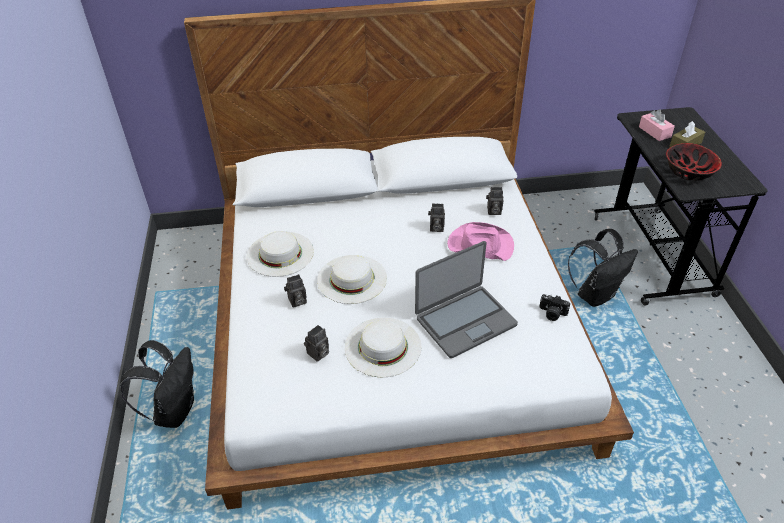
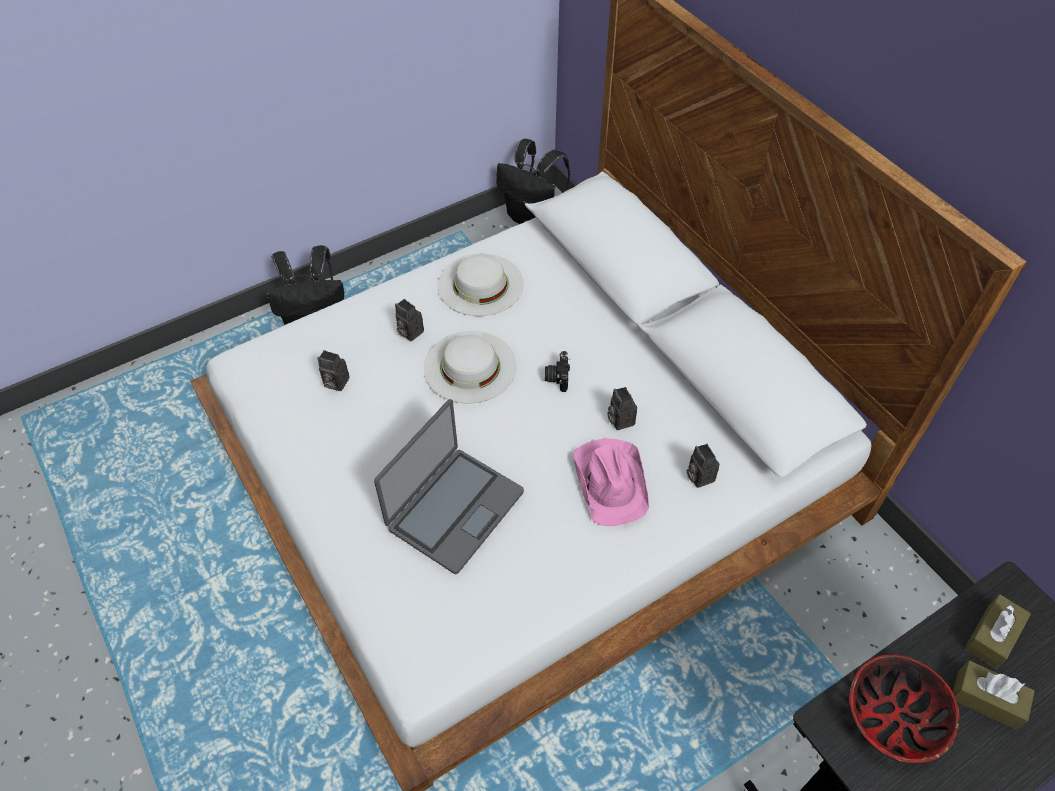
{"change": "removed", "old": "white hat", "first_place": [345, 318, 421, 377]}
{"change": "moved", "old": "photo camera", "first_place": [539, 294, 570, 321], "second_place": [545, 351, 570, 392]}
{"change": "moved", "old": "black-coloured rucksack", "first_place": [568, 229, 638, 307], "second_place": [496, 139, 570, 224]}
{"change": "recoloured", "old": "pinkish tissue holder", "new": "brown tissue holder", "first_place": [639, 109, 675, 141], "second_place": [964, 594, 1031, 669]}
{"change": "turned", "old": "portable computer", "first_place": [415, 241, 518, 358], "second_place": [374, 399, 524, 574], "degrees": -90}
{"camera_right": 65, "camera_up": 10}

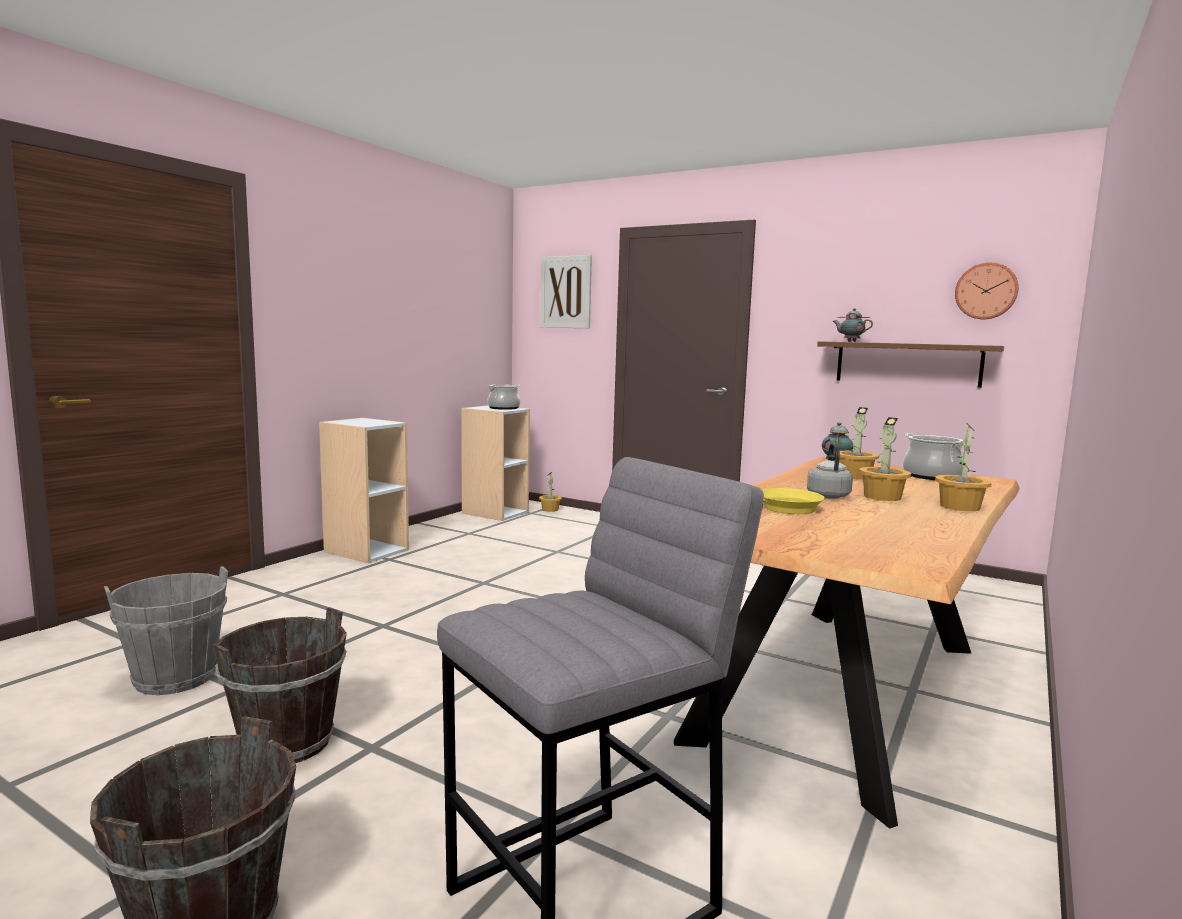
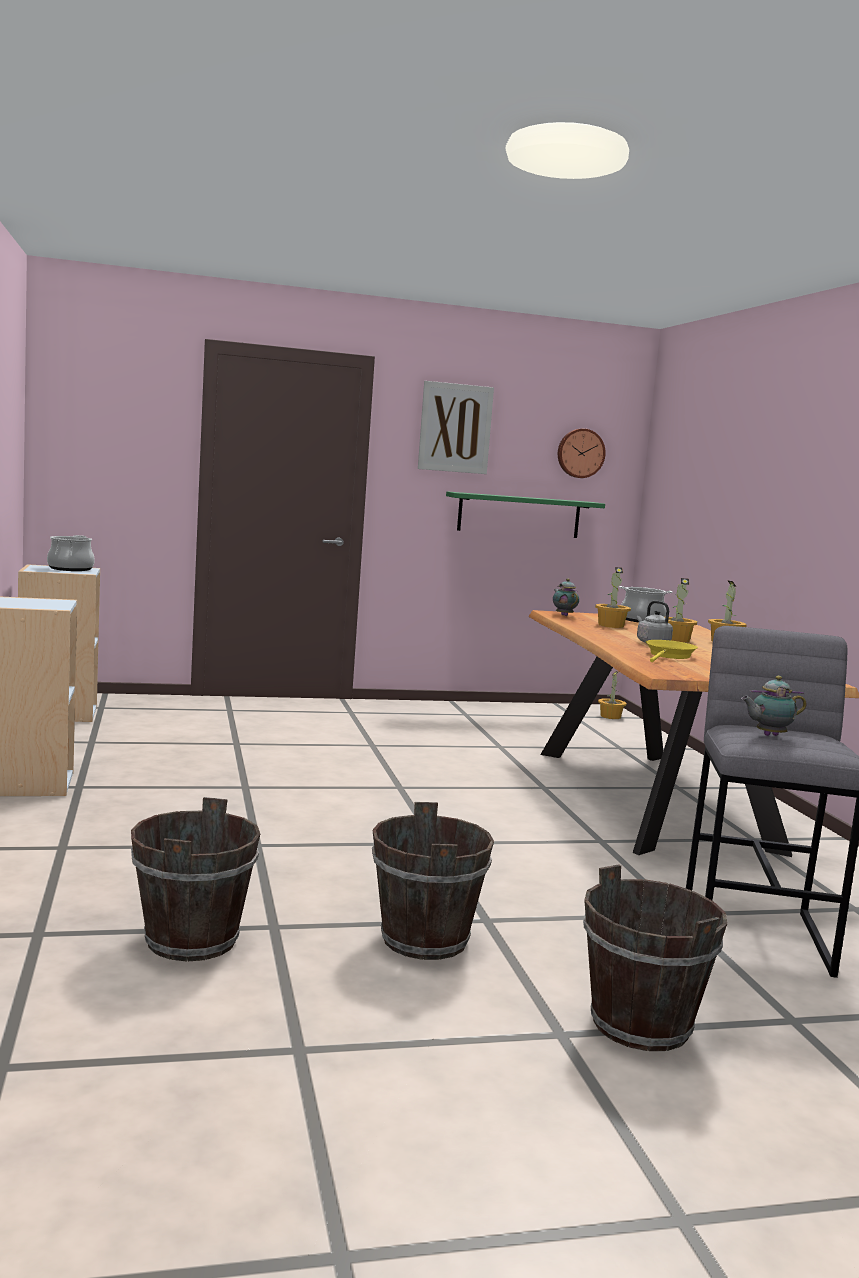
{"change": "moved", "old": "plant in a pot", "first_place": [539, 472, 562, 512], "second_place": [598, 671, 626, 719]}
{"change": "moved", "old": "wall picture", "first_place": [540, 255, 592, 328], "second_place": [418, 381, 494, 474]}
{"change": "moved", "old": "tea pot", "first_place": [833, 308, 873, 342], "second_place": [741, 676, 807, 736]}
{"change": "recoloured", "old": "grey pail", "new": "brown pail", "first_place": [104, 566, 228, 695], "second_place": [131, 797, 260, 961]}
{"change": "recoloured", "old": "brown wall shelf", "new": "green-coloured wall shelf", "first_place": [817, 341, 1004, 388], "second_place": [446, 491, 605, 538]}
{"camera_right": -45, "camera_up": 0}

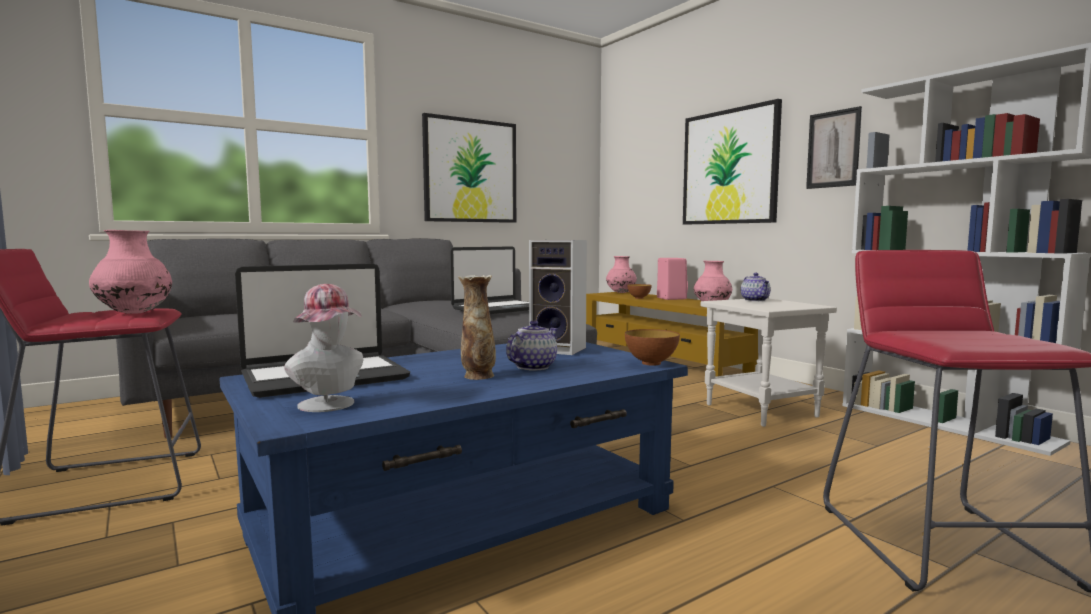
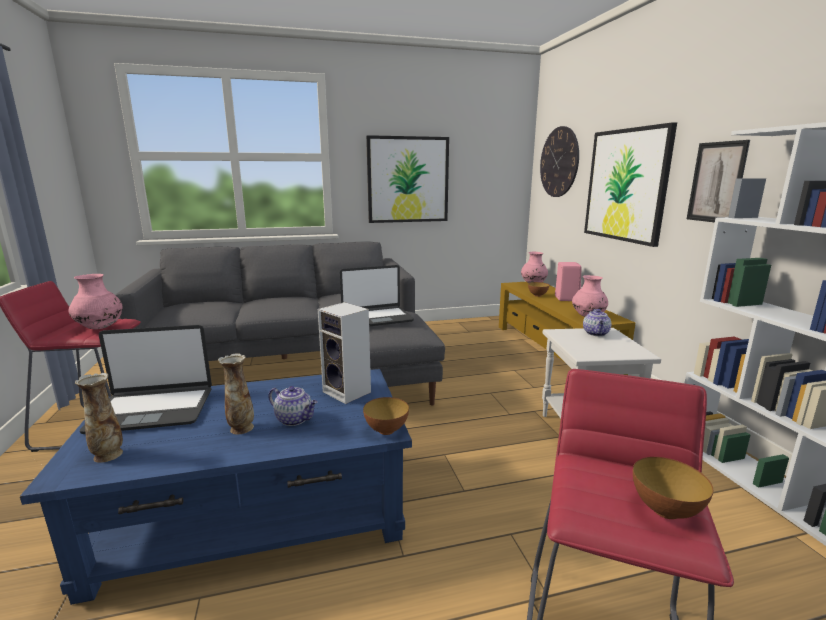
{"change": "added", "new": "hanging clock", "second_place": [540, 126, 579, 197]}
{"change": "added", "new": "serving bowl", "second_place": [633, 457, 713, 519]}
{"change": "replaced", "old": "hat", "new": "vase", "first_place": [284, 284, 363, 412], "second_place": [75, 373, 123, 463]}
{"change": "turned", "old": "tea pot", "first_place": [506, 321, 558, 371], "second_place": [268, 386, 318, 426], "degrees": 60}
{"camera_right": 20, "camera_up": 10}

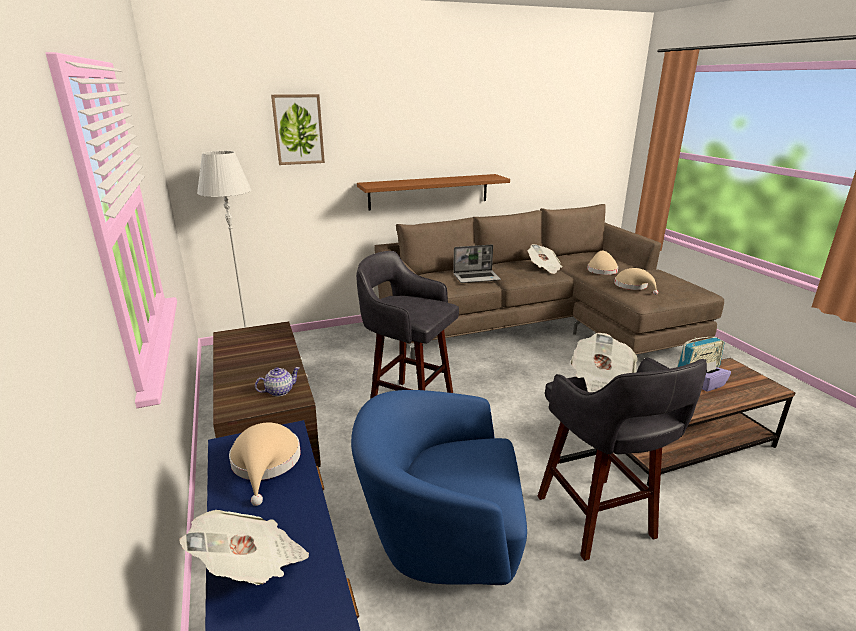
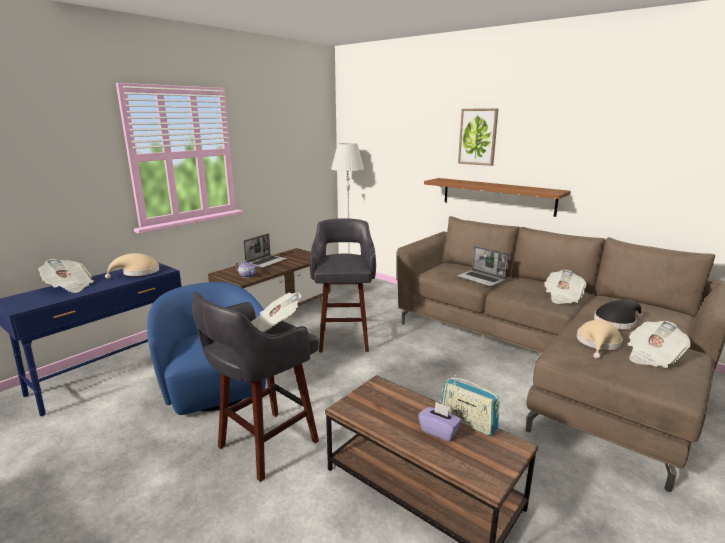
{"change": "added", "new": "portable computer", "second_place": [243, 233, 287, 268]}
{"change": "added", "new": "printed paper", "second_place": [628, 321, 691, 368]}
{"change": "moved", "old": "wall picture", "first_place": [271, 94, 325, 165], "second_place": [458, 108, 499, 166]}
{"change": "recoloured", "old": "beige hat", "new": "black-coloured hat", "first_place": [587, 251, 618, 275], "second_place": [594, 299, 643, 329]}
{"camera_right": 60, "camera_up": -5}

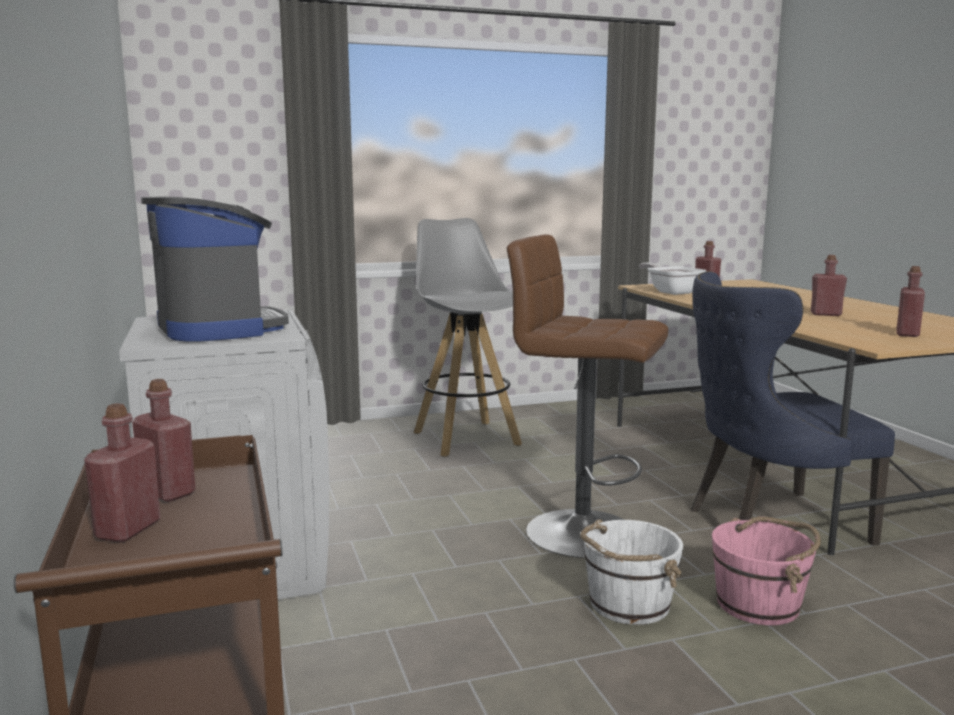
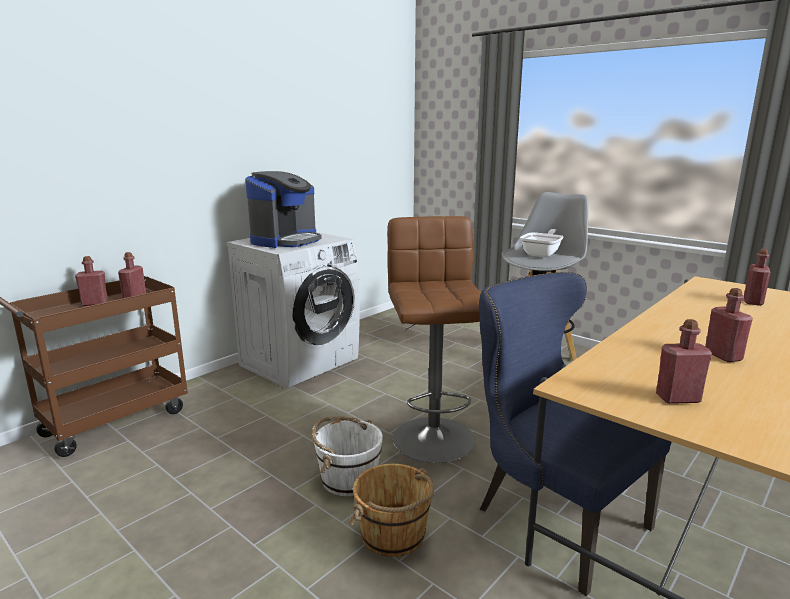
{"change": "moved", "old": "skillet", "first_place": [639, 263, 707, 295], "second_place": [520, 229, 564, 257]}
{"change": "recoloured", "old": "pinkish pail", "new": "brown pail", "first_place": [712, 517, 821, 625], "second_place": [349, 464, 434, 557]}
{"camera_right": 60, "camera_up": 5}

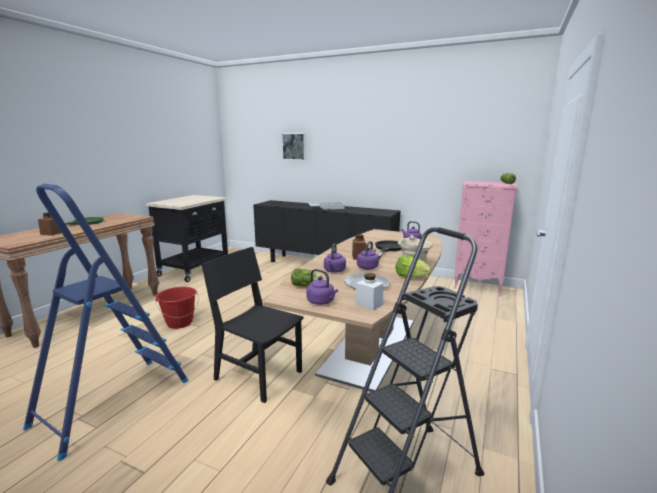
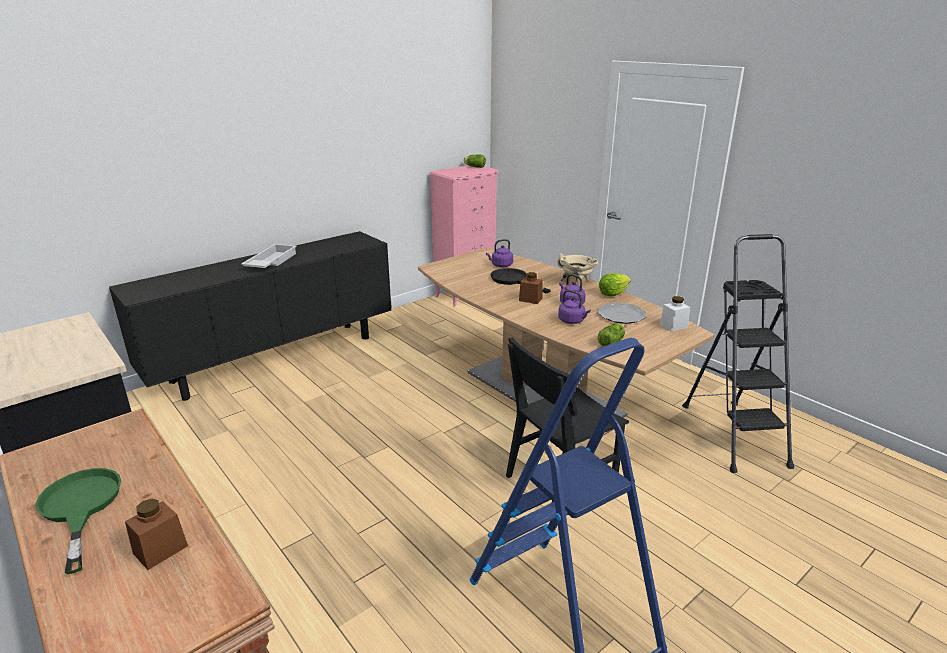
{"change": "removed", "old": "red-coloured pail", "first_place": [155, 287, 198, 329]}
{"change": "removed", "old": "wall picture", "first_place": [282, 133, 306, 160]}
{"change": "removed", "old": "purple-coloured water kettle", "first_place": [306, 269, 338, 305]}
{"camera_right": -65, "camera_up": 10}

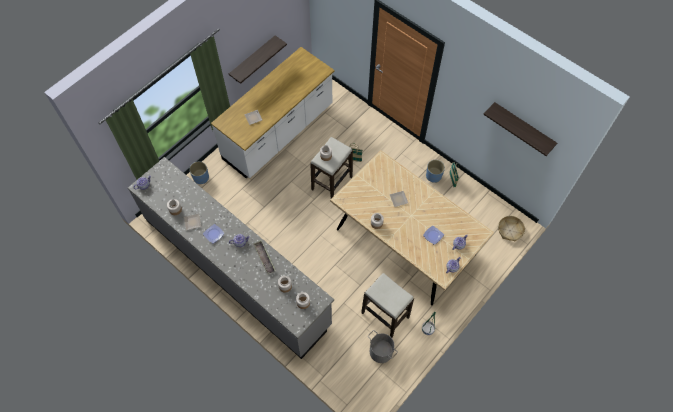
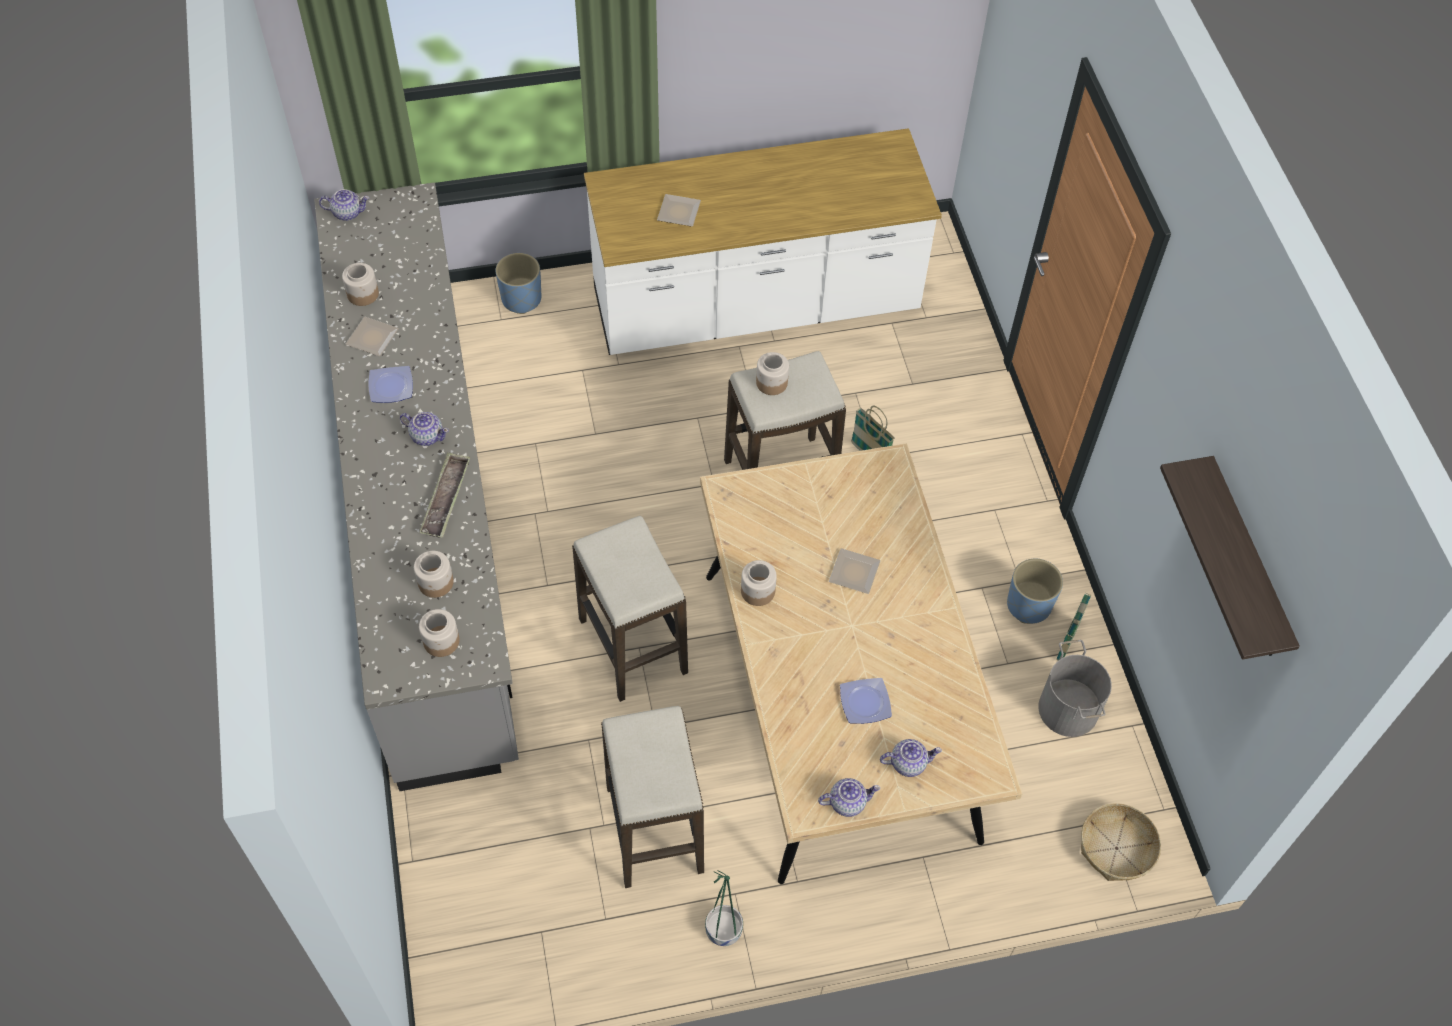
{"change": "removed", "old": "wall shelf", "first_place": [229, 36, 287, 84]}
{"change": "added", "new": "stool", "second_place": [572, 516, 688, 702]}
{"change": "moved", "old": "grey pail", "first_place": [368, 330, 398, 363], "second_place": [1038, 640, 1112, 737]}
{"camera_right": 35, "camera_up": -5}

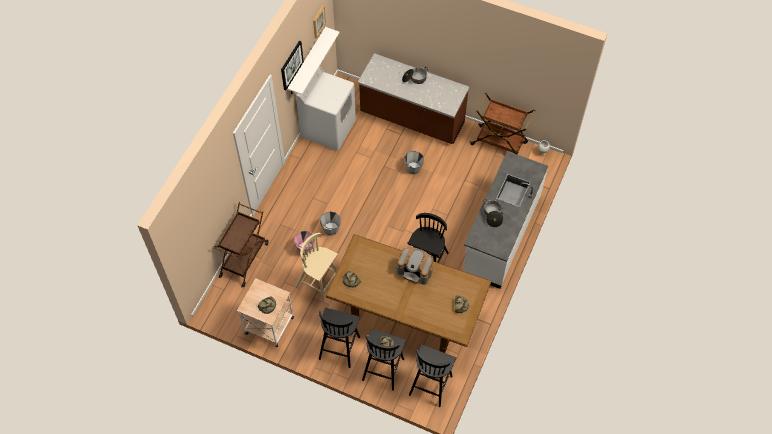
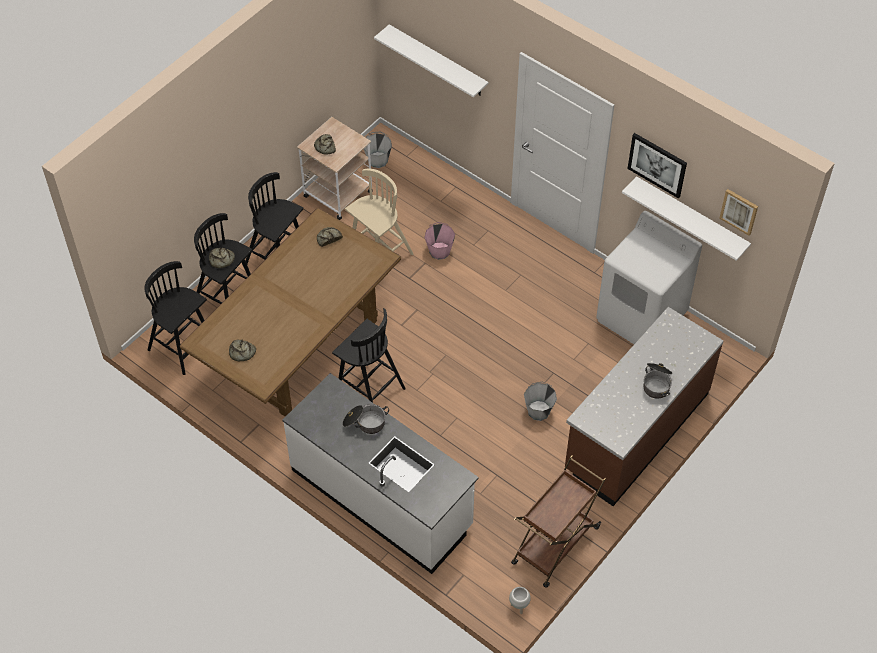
{"change": "removed", "old": "brown trolley", "first_place": [212, 202, 269, 288]}
{"change": "removed", "old": "coffee brewer", "first_place": [397, 247, 433, 285]}
{"change": "added", "new": "white wall shelf", "second_place": [374, 24, 488, 97]}
{"change": "moved", "old": "grey pail", "first_place": [320, 212, 341, 235], "second_place": [364, 132, 392, 168]}
{"camera_right": 105, "camera_up": -5}

